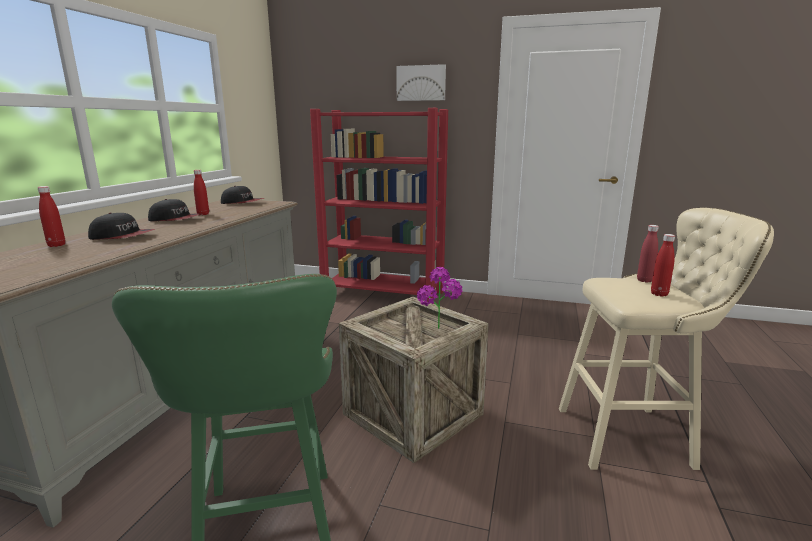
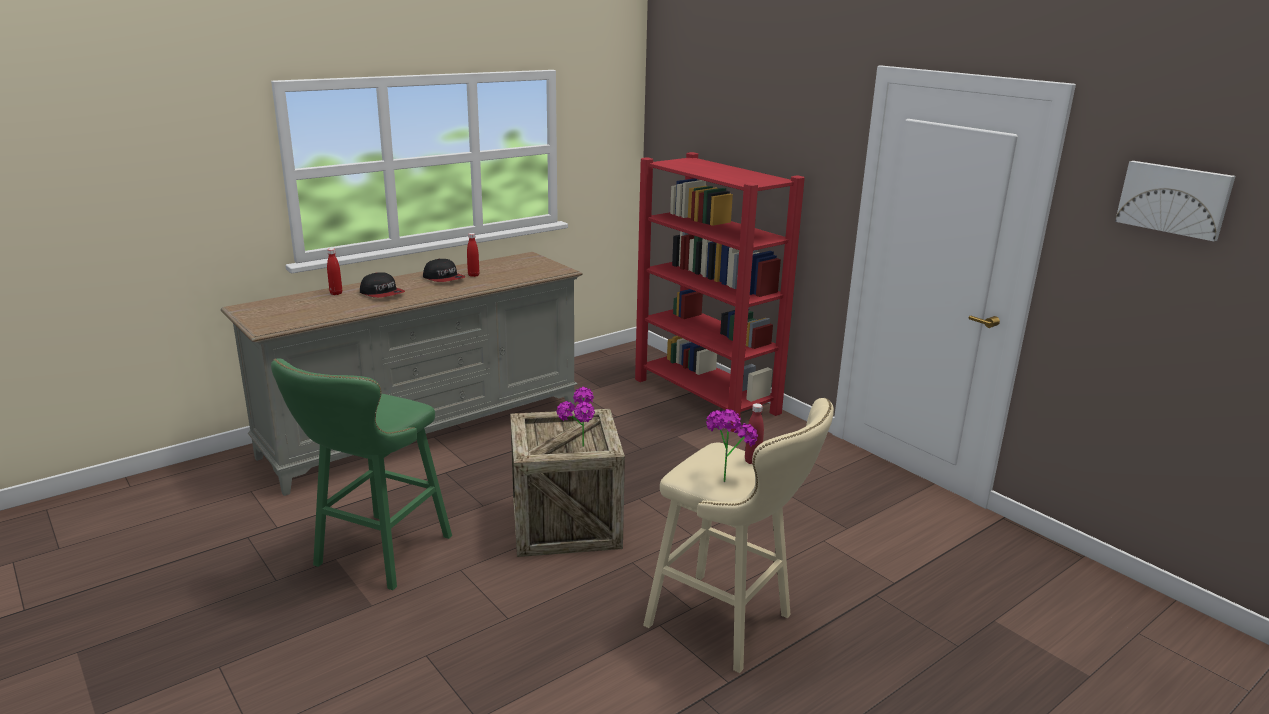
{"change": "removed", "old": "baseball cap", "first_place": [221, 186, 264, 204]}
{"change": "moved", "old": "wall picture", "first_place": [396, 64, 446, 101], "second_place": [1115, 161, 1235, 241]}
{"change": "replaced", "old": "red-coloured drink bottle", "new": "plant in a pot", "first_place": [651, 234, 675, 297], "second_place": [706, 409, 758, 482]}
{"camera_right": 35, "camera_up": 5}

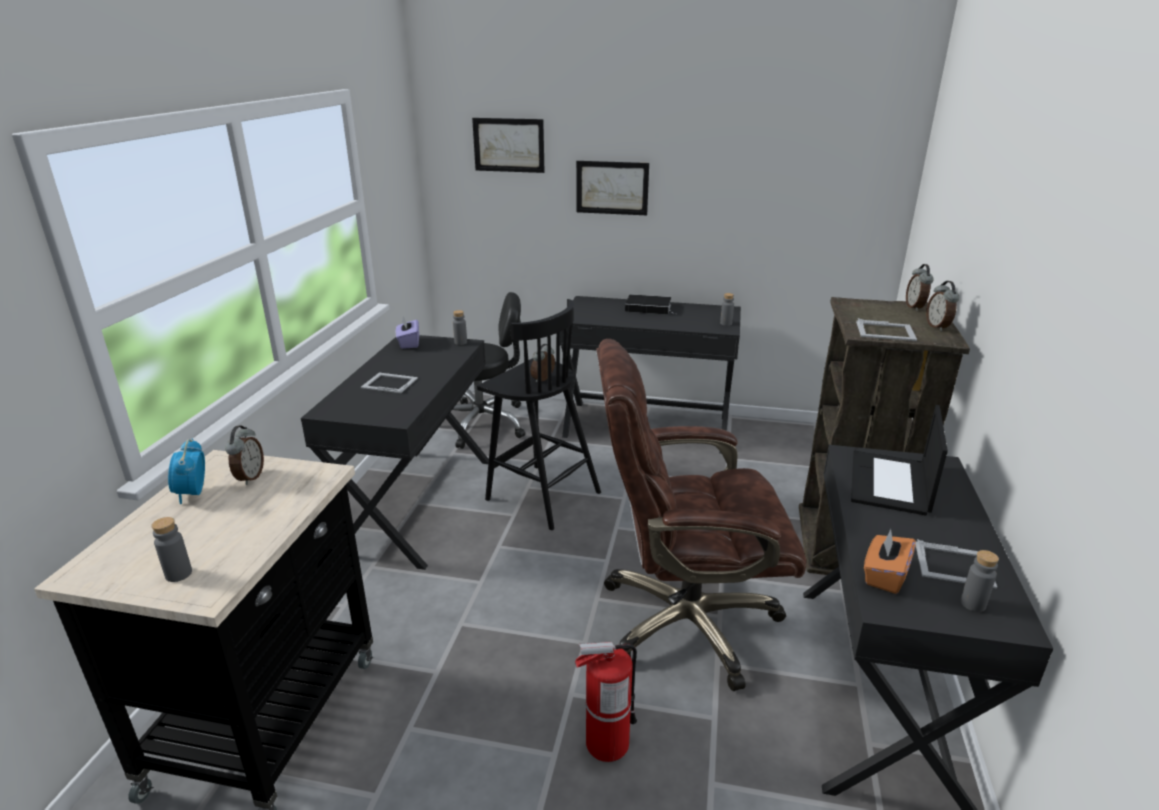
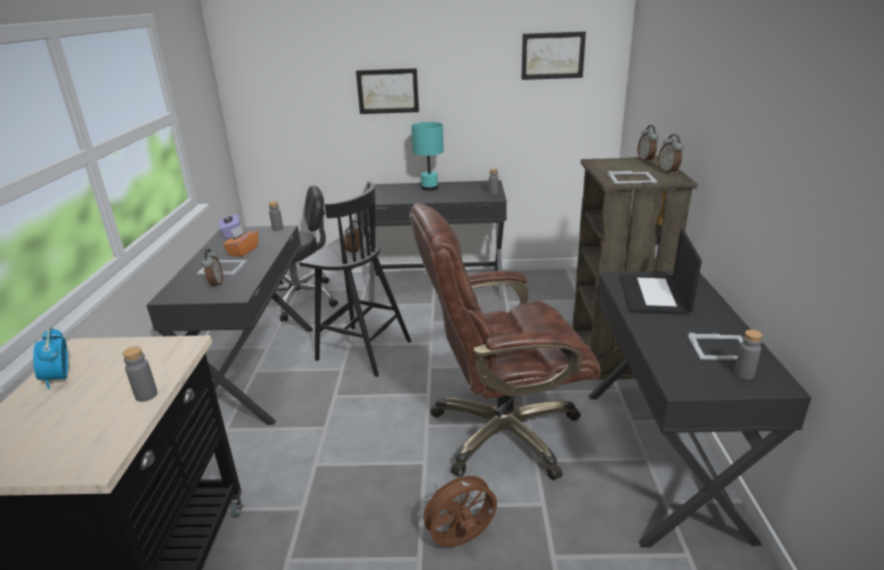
{"change": "moved", "old": "grey drink bottle", "first_place": [151, 517, 192, 582], "second_place": [123, 346, 158, 402]}
{"change": "moved", "old": "alarm clock", "first_place": [225, 426, 264, 485], "second_place": [201, 249, 223, 289]}
{"change": "moved", "old": "wall picture", "first_place": [472, 118, 545, 173], "second_place": [522, 31, 586, 80]}
{"change": "moved", "old": "orange tissue holder", "first_place": [864, 529, 916, 594], "second_place": [223, 225, 258, 257]}
{"change": "replaced", "old": "fire-fighting cylinder", "new": "brown fan", "first_place": [575, 642, 637, 762], "second_place": [417, 469, 497, 547]}
{"change": "replaced", "old": "volume", "new": "blue-green table lamp", "first_place": [625, 294, 675, 315], "second_place": [411, 122, 444, 191]}
{"camera_right": -10, "camera_up": 0}

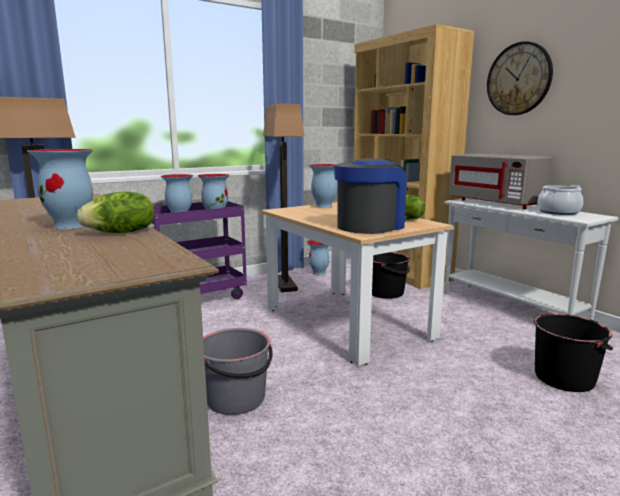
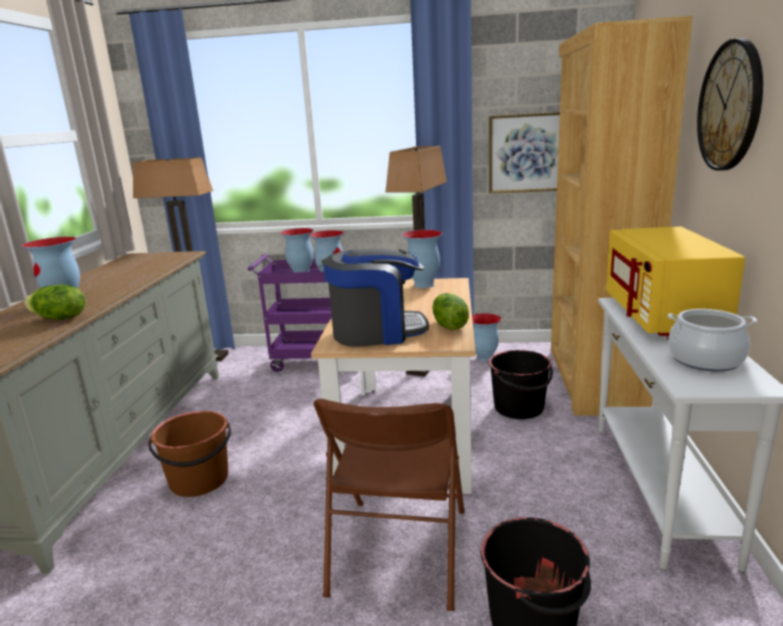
{"change": "added", "new": "brown plain chair", "second_place": [313, 399, 465, 611]}
{"change": "added", "new": "wall picture", "second_place": [489, 112, 560, 194]}
{"change": "recoloured", "old": "grey pail", "new": "brown pail", "first_place": [203, 328, 273, 415], "second_place": [148, 411, 231, 497]}
{"change": "recoloured", "old": "grey kitchen microwave", "new": "yellowish kitchen microwave", "first_place": [449, 154, 553, 209], "second_place": [606, 226, 745, 339]}
{"camera_right": 40, "camera_up": 5}

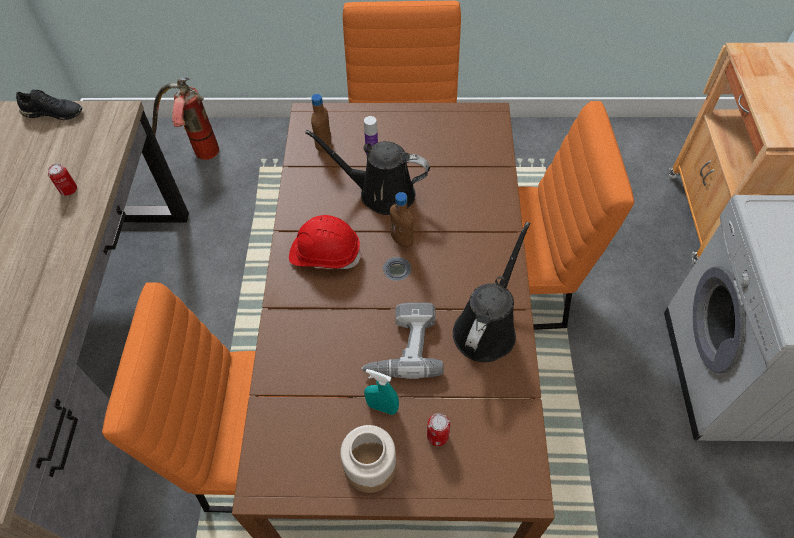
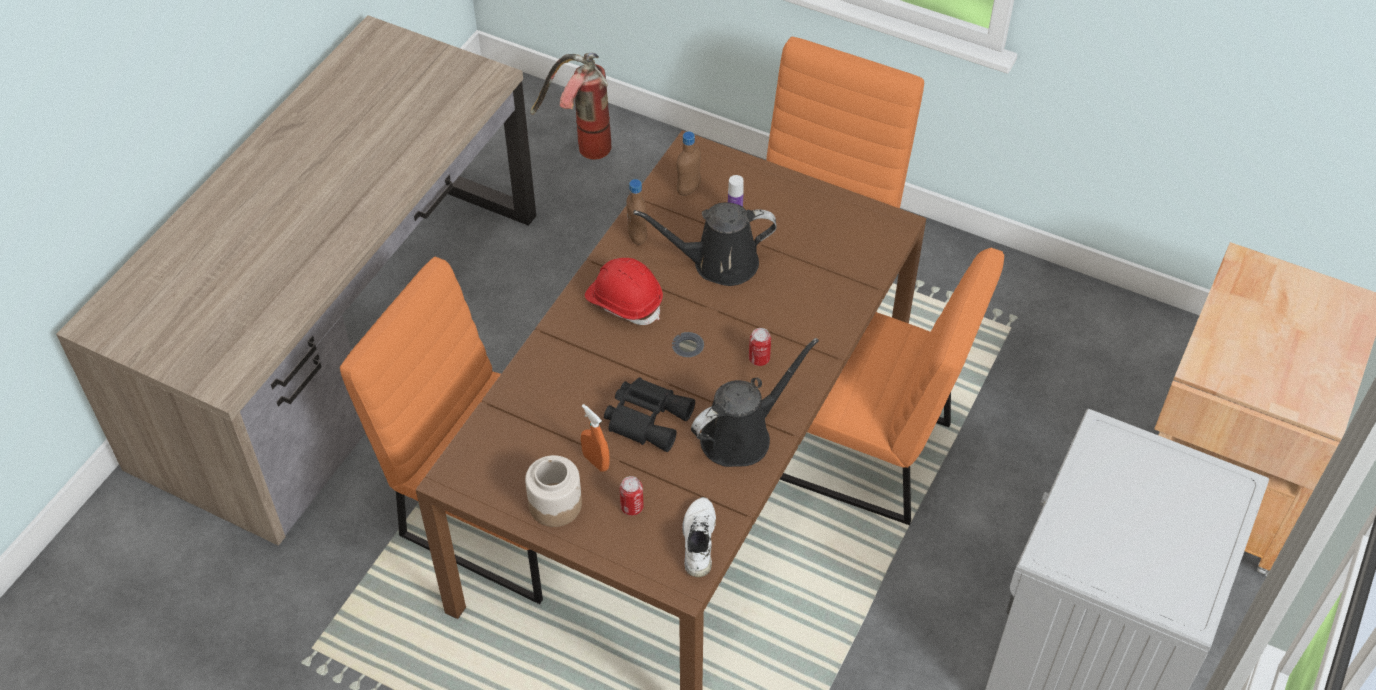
{"change": "removed", "old": "black-coloured low shoe", "first_place": [16, 89, 82, 120]}
{"change": "added", "new": "white low shoe", "second_place": [682, 497, 716, 577]}
{"change": "moved", "old": "sealed can", "first_place": [48, 164, 77, 196], "second_place": [749, 328, 771, 366]}
{"change": "moved", "old": "brown drink bottle", "first_place": [390, 192, 414, 248], "second_place": [626, 179, 647, 245]}
{"change": "replaced", "old": "drill", "new": "black-coloured pair of binoculars", "first_place": [361, 303, 444, 379], "second_place": [604, 377, 695, 452]}
{"change": "recoloured", "old": "blue-green sprayer", "new": "orange sprayer", "first_place": [364, 369, 399, 415], "second_place": [581, 404, 610, 471]}
{"change": "turned", "old": "black-coloured watering can", "first_place": [305, 130, 430, 215], "second_place": [634, 202, 777, 286], "degrees": -45}
{"camera_right": 25, "camera_up": -5}

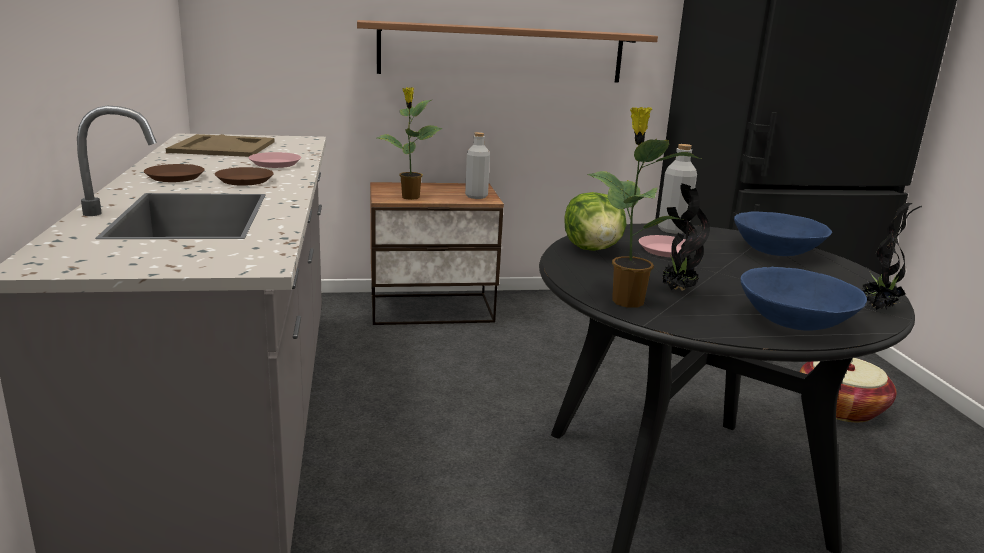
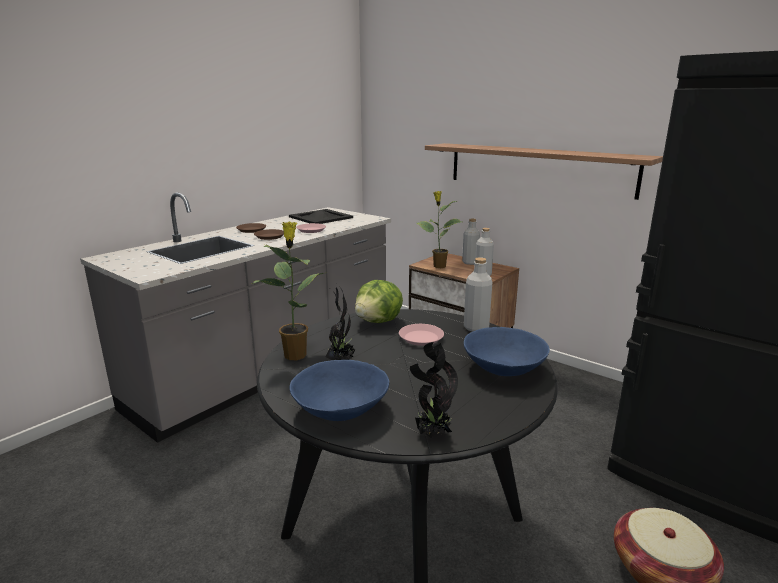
{"change": "added", "new": "grey drink bottle", "second_place": [462, 219, 480, 265]}
{"change": "recoloured", "old": "beige carrying tray", "new": "black-coloured carrying tray", "first_place": [166, 134, 275, 157], "second_place": [289, 209, 353, 224]}
{"camera_right": 50, "camera_up": 0}

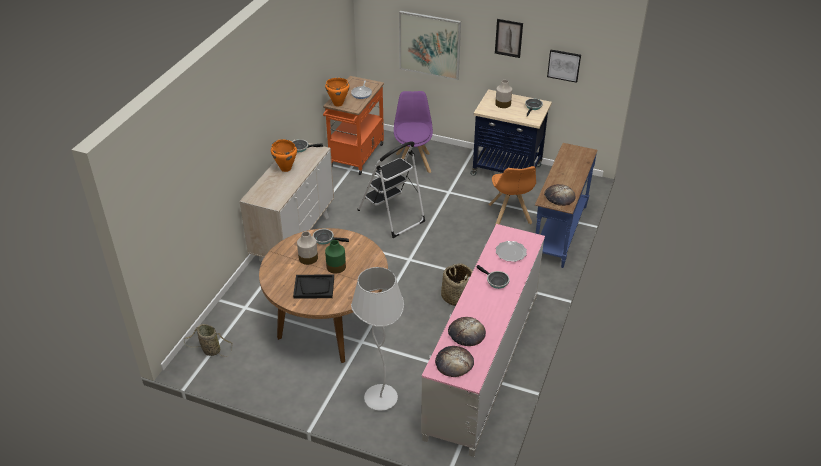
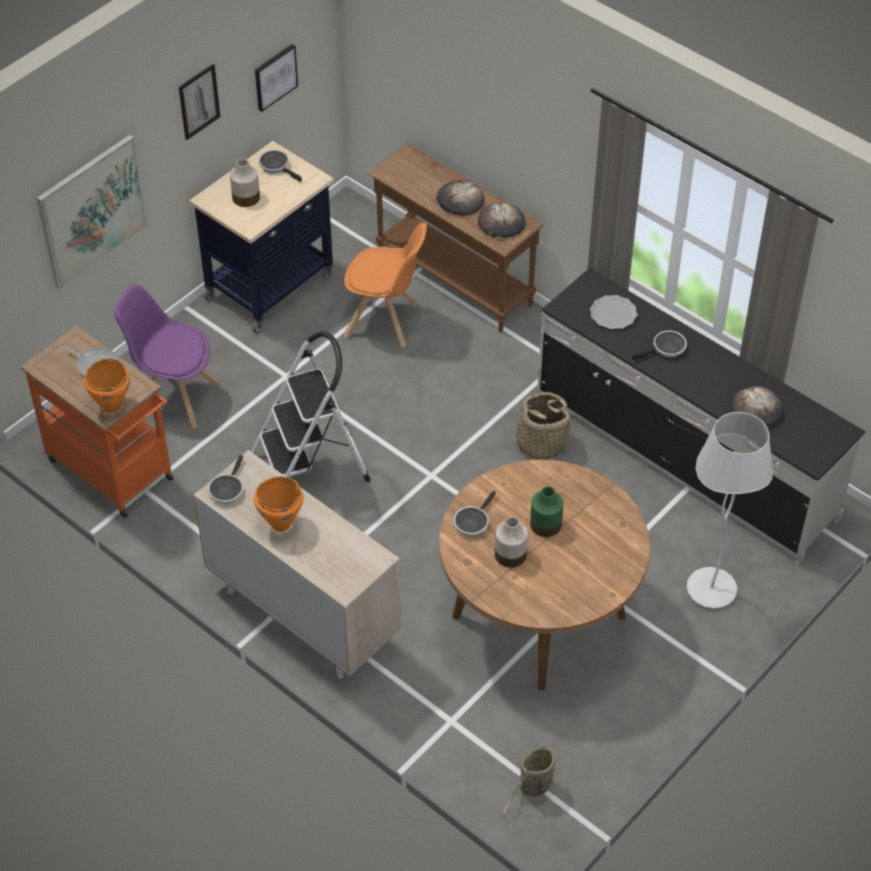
{"change": "removed", "old": "black-coloured carrying tray", "first_place": [293, 275, 334, 298]}
{"change": "moved", "old": "bakery bread", "first_place": [435, 346, 474, 377], "second_place": [436, 180, 484, 216]}
{"change": "recoloured", "old": "pinkish cabinet", "new": "black-coloured cabinet", "first_place": [421, 224, 545, 457], "second_place": [538, 268, 865, 564]}
{"change": "recoloured", "old": "blue-coloured hall table", "new": "brown hall table", "first_place": [535, 143, 598, 268], "second_place": [367, 143, 544, 332]}
{"camera_right": -70, "camera_up": 10}

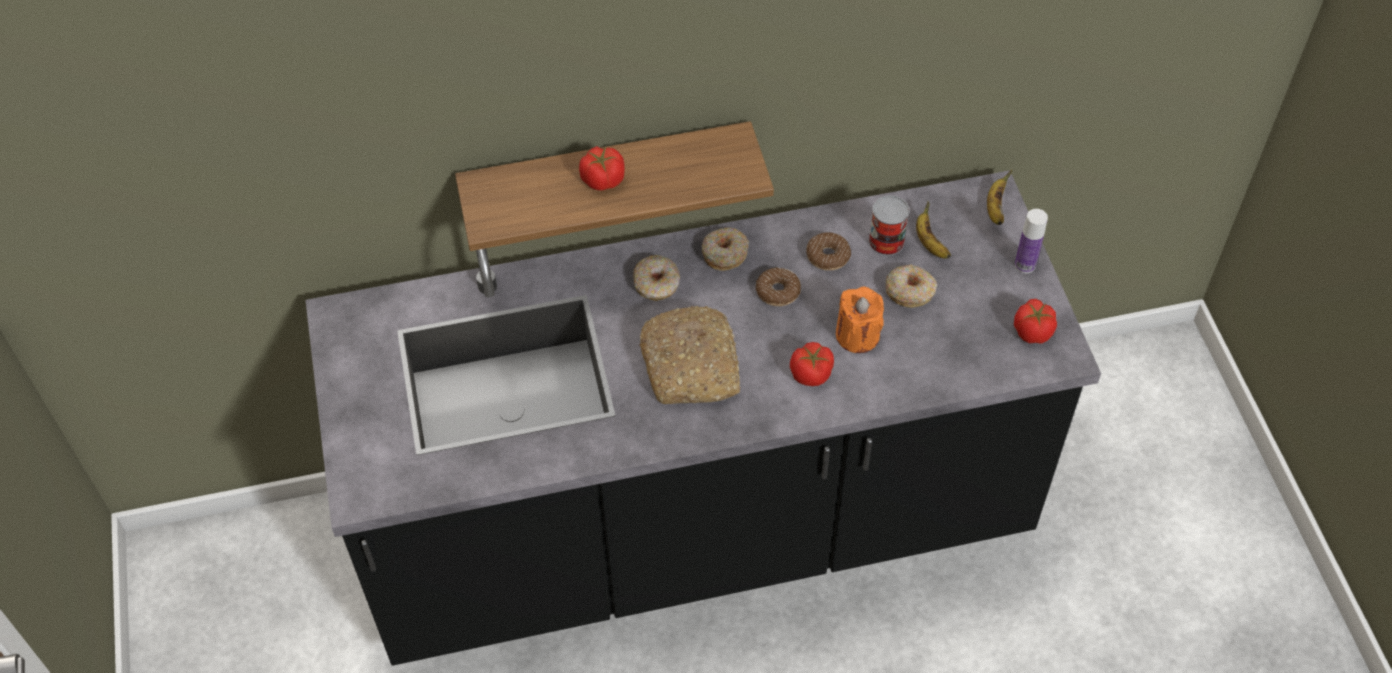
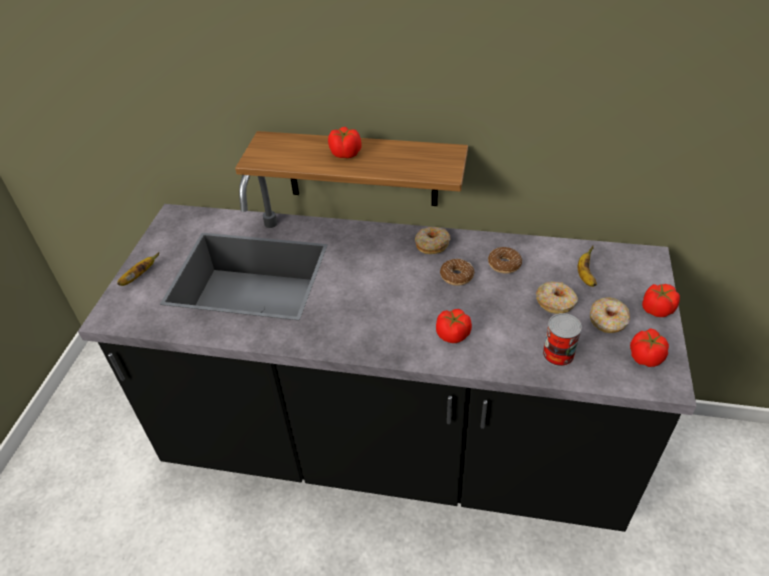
{"change": "removed", "old": "bakery bread", "first_place": [639, 306, 741, 404]}
{"change": "removed", "old": "orange wax light", "first_place": [836, 287, 884, 353]}
{"change": "moved", "old": "donut", "first_place": [633, 255, 680, 301], "second_place": [590, 297, 630, 333]}
{"change": "moved", "old": "sealed can", "first_place": [869, 195, 909, 256], "second_place": [543, 313, 582, 367]}
{"change": "moved", "old": "whole banana", "first_place": [987, 170, 1012, 225], "second_place": [117, 252, 159, 286]}
{"change": "replaced", "old": "drink bottle", "new": "tomato", "first_place": [1015, 209, 1048, 273], "second_place": [642, 284, 680, 317]}
{"camera_right": 25, "camera_up": -10}

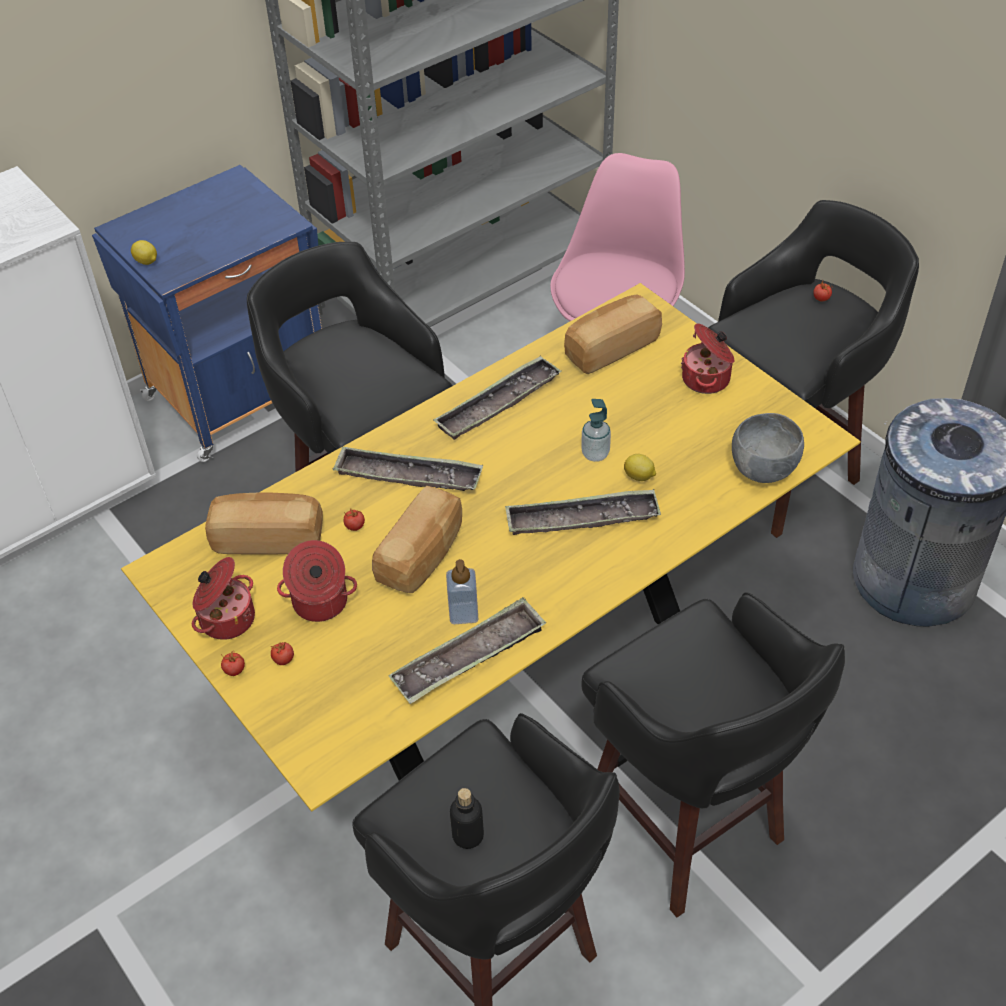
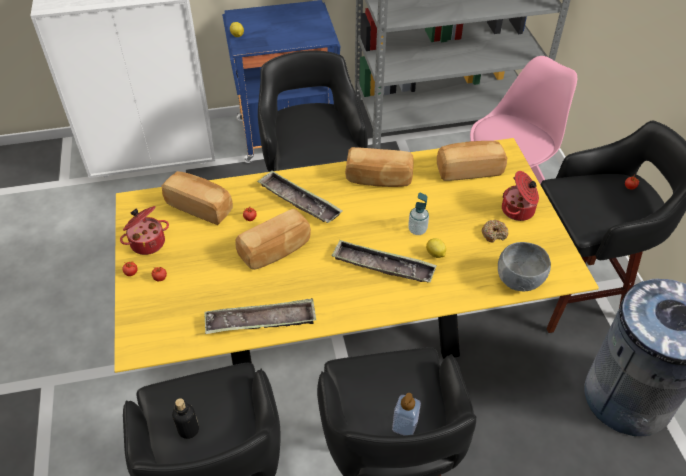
{"change": "removed", "old": "cooking pot", "first_place": [277, 540, 357, 622]}
{"change": "added", "new": "donut", "second_place": [482, 220, 508, 243]}
{"change": "moved", "old": "liquid soap bottle", "first_place": [446, 559, 478, 624], "second_place": [392, 393, 421, 435]}
{"change": "replaced", "old": "carrying tray", "new": "bakery bread", "first_place": [434, 356, 562, 440], "second_place": [345, 147, 414, 187]}
{"camera_right": 25, "camera_up": 0}

